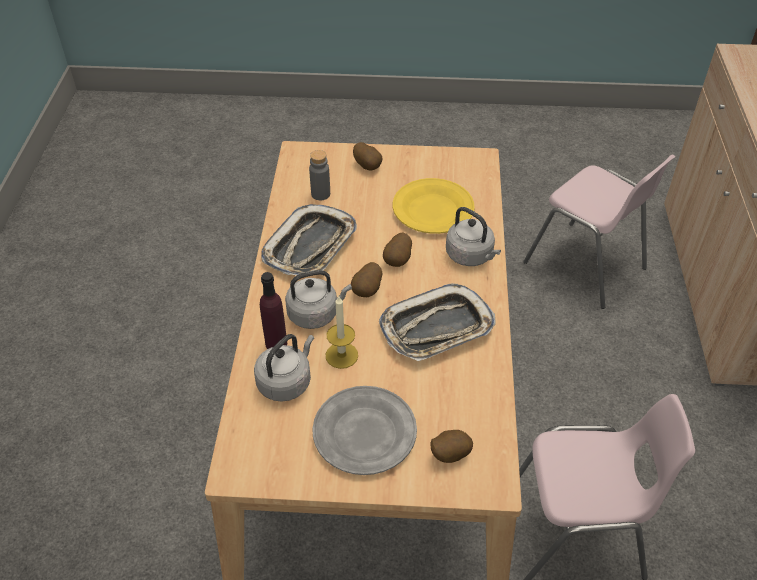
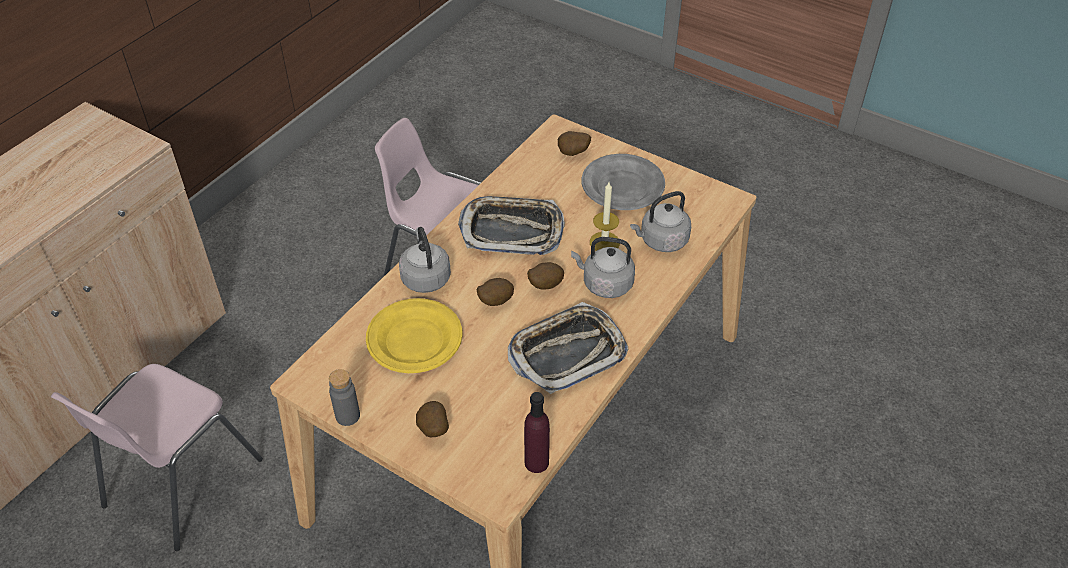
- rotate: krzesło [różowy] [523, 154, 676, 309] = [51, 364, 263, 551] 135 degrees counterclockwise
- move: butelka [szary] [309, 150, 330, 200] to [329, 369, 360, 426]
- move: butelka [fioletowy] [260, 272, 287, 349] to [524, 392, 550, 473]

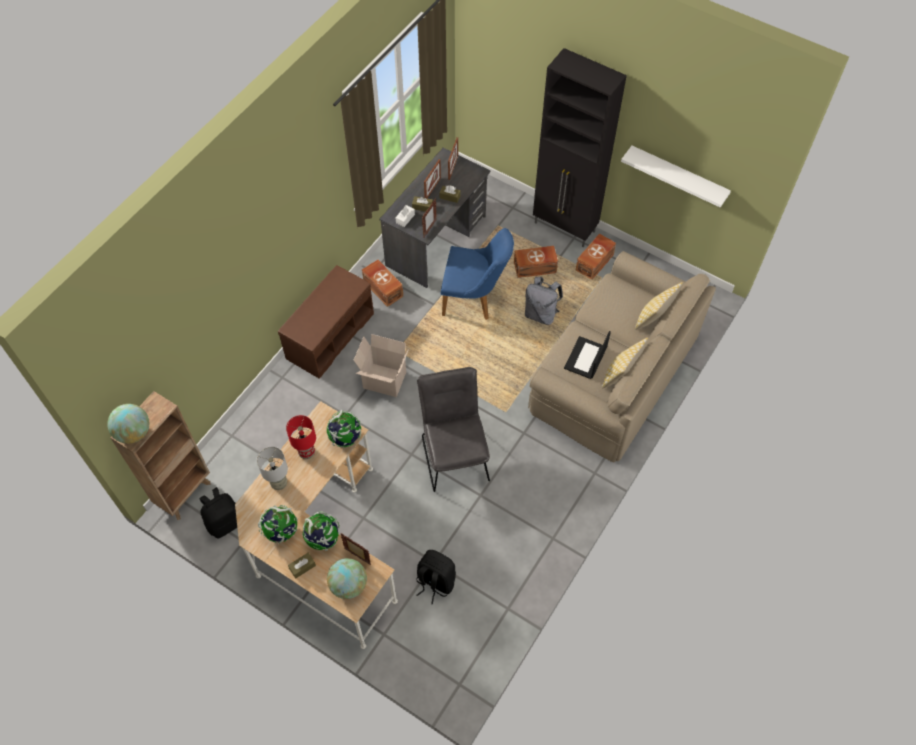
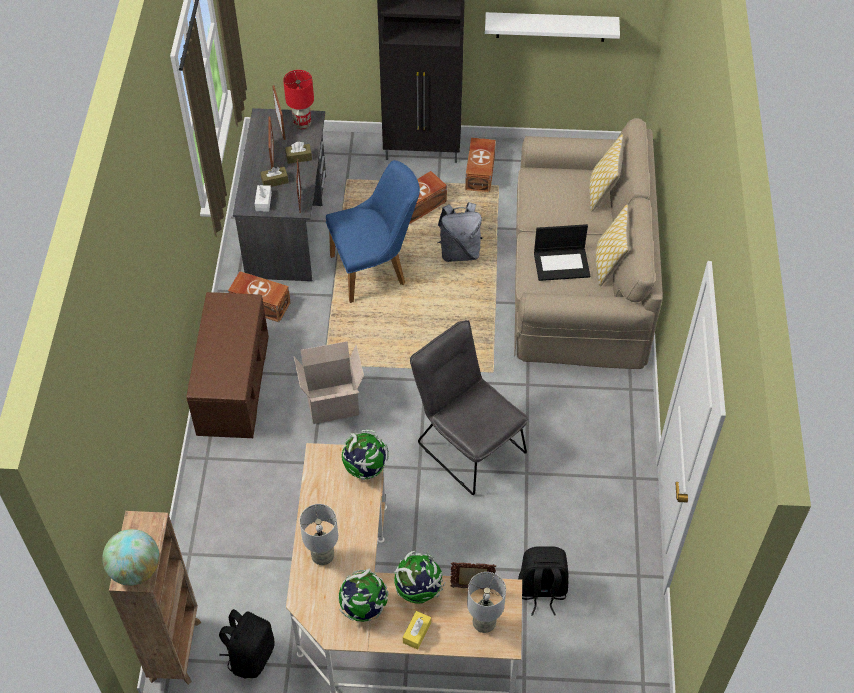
- move: lampa stołowa [czerwony] [286, 415, 316, 459] to [283, 70, 314, 129]
- recolor: pudełko chusteczek [brązowy] [288, 553, 316, 579] to pudełko chusteczek [żółty] [403, 611, 431, 650]
- replace: globus [327, 558, 367, 599] to lampa stołowa [szary] [467, 572, 506, 633]
- rotate: laptop [564, 331, 611, 379] = [534, 224, 590, 281] 90 degrees counterclockwise

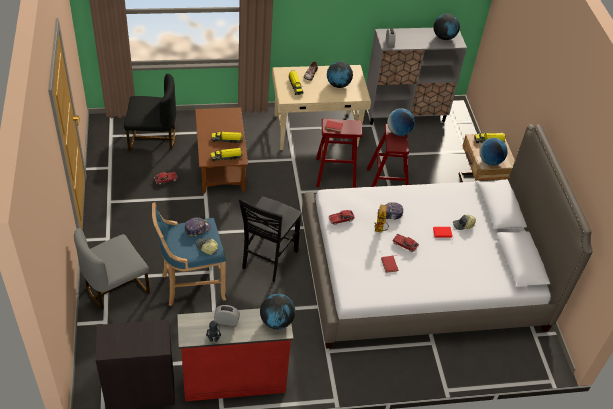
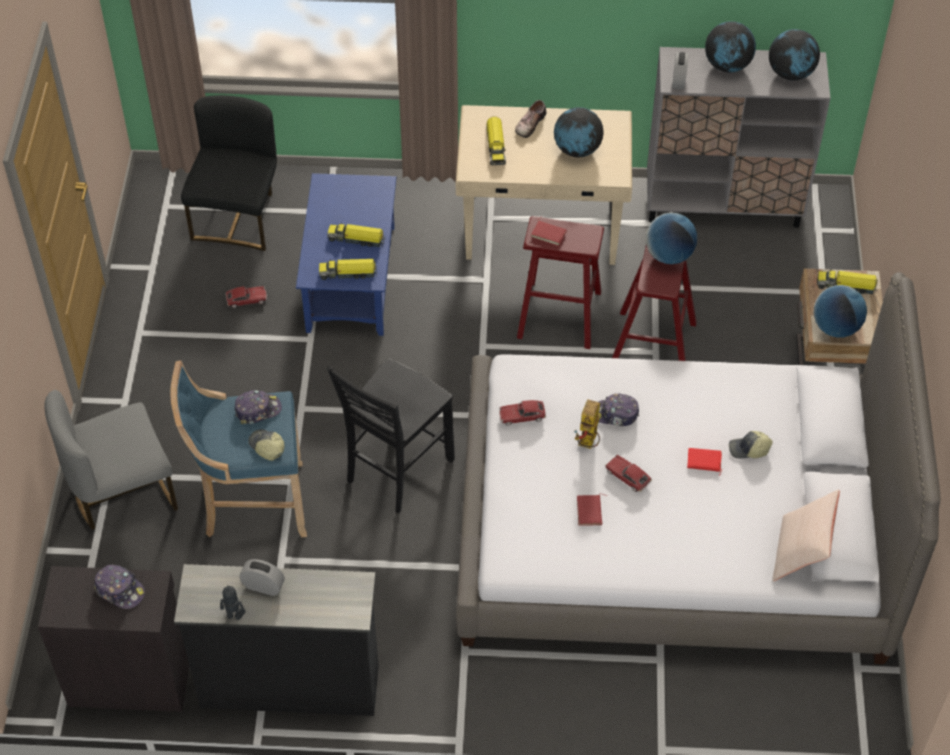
- insert: czapka z daszkiem [94, 565, 145, 609]
- recolor: komoda [czerwony] [177, 309, 294, 401] to komoda [czarny] [174, 564, 379, 716]
- rotate: krzesło [czarny] [124, 74, 176, 152] = [181, 95, 277, 251] 90 degrees counterclockwise
- recolor: ława [brązowy] [195, 107, 248, 194] to ława [niebieski] [296, 173, 396, 336]
- move: globus [260, 294, 295, 329] to [705, 21, 756, 73]
- insert: poduszka [beżowy] [772, 489, 840, 581]

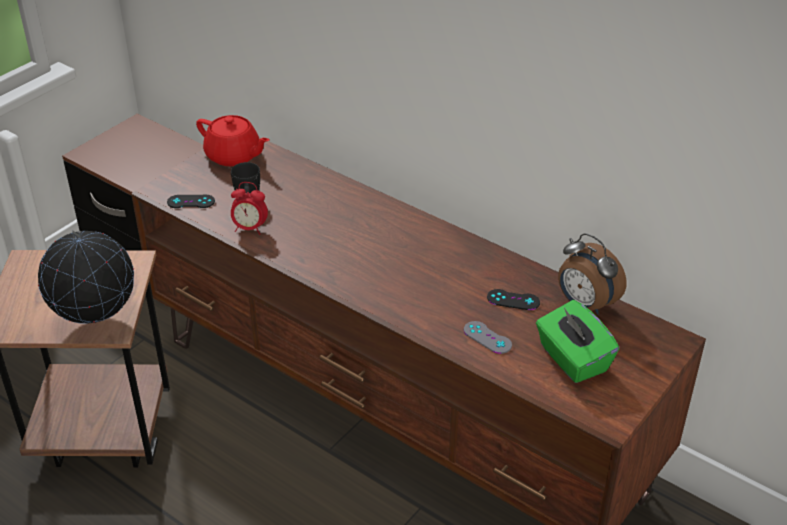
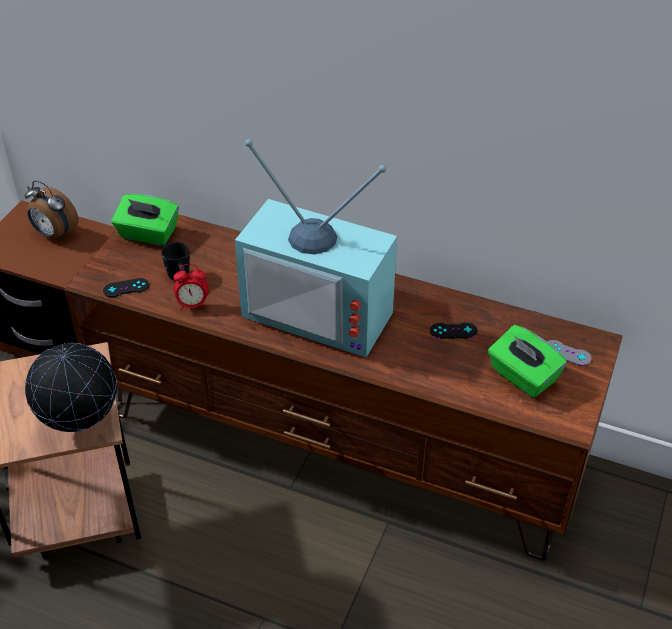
- move: budzik [558, 233, 627, 315] to [25, 180, 79, 240]
- replace: imbryk [czerwony] [196, 115, 269, 166] to pudełko chusteczek [zielony] [111, 194, 179, 246]
- insert: telewizor [235, 139, 397, 358]
- move: pad do gier [szary] [464, 321, 512, 354] to [547, 340, 591, 366]

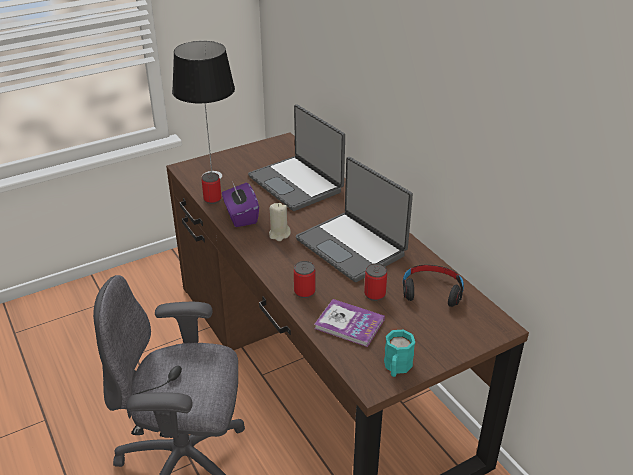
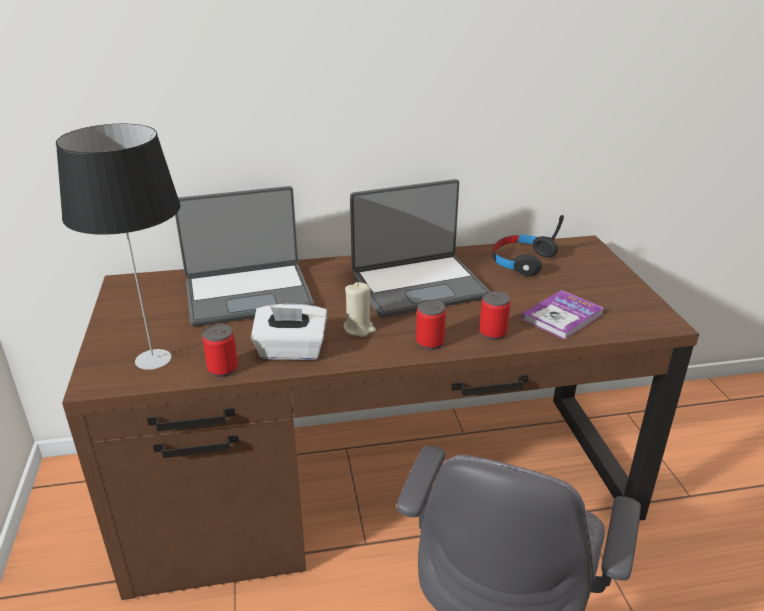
- recolor: pudełko chusteczek [fioletowy] [222, 183, 259, 227] to pudełko chusteczek [biały] [250, 304, 327, 360]
- move: puszka [364, 263, 387, 301] to [416, 300, 446, 350]
- delete: kubek [turkusowy] [384, 329, 415, 377]

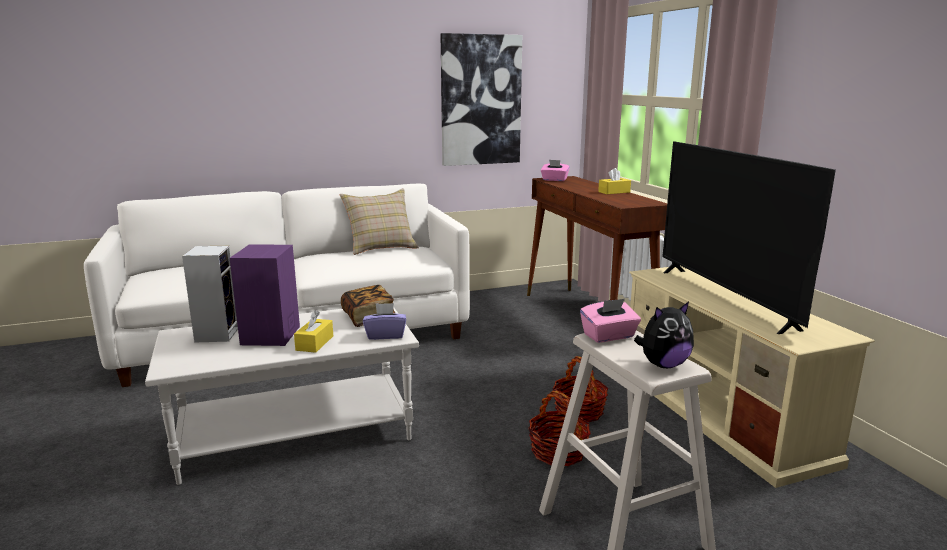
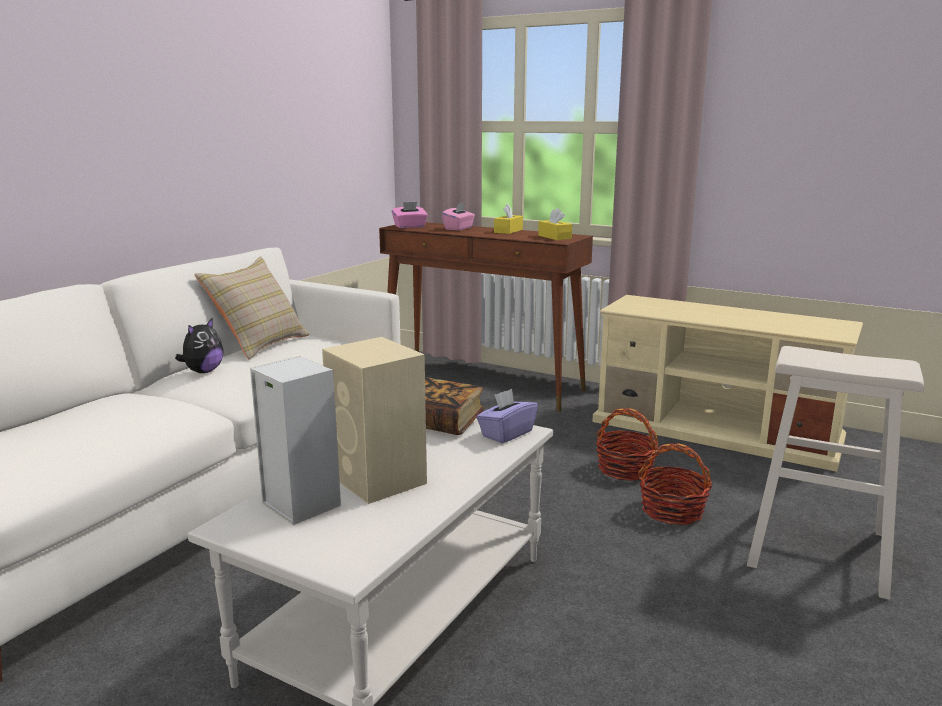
- move: pluszak [634, 302, 694, 368] to [175, 317, 224, 373]
- recolor: głośnik [fioletowy] [230, 244, 300, 346] to głośnik [beżowy] [322, 337, 427, 504]
- move: pudełko chusteczek [różowy] [580, 299, 641, 343] to [442, 203, 475, 231]
- move: pudełko chusteczek [żółty] [294, 310, 333, 353] to [538, 208, 572, 240]
- delete: obraz [440, 33, 522, 166]
- delete: telewizor [662, 142, 836, 334]

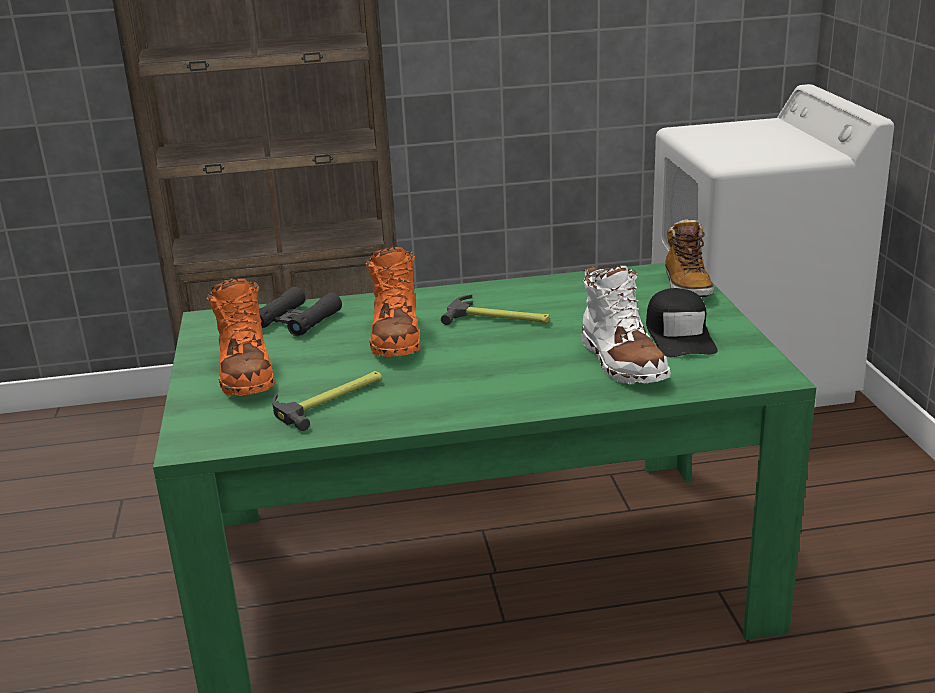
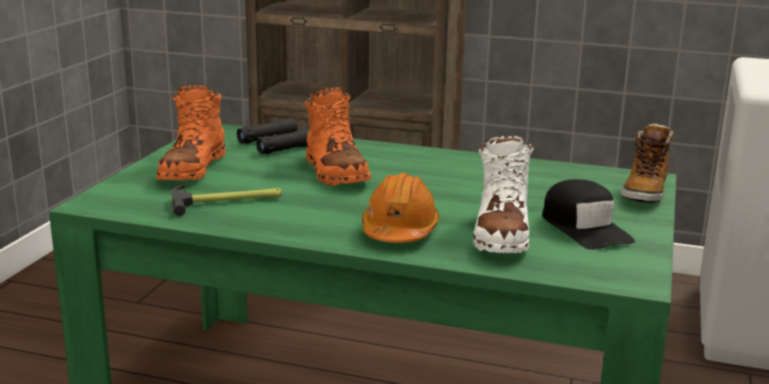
- rotate: but z cholewką [pomarańczowy] [365, 247, 421, 357] = [305, 87, 371, 185] 45 degrees counterclockwise
- insert: kask [pomarańczowy] [362, 173, 439, 243]
- rotate: czapka z daszkiem [czarny] [646, 288, 718, 357] = [542, 179, 635, 250] 45 degrees counterclockwise
- delete: młotek [441, 295, 549, 325]

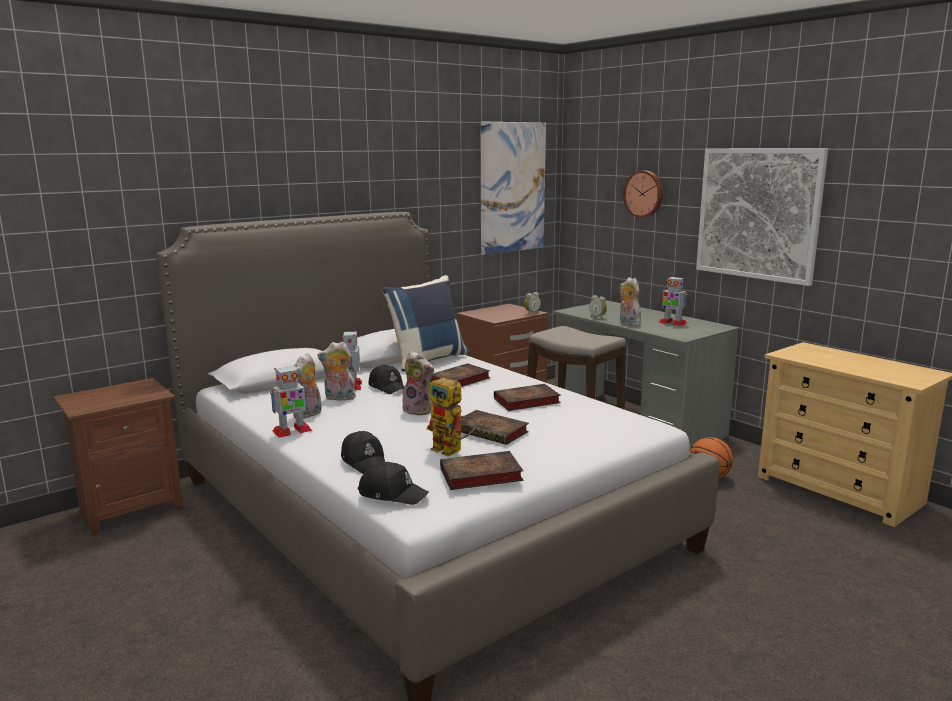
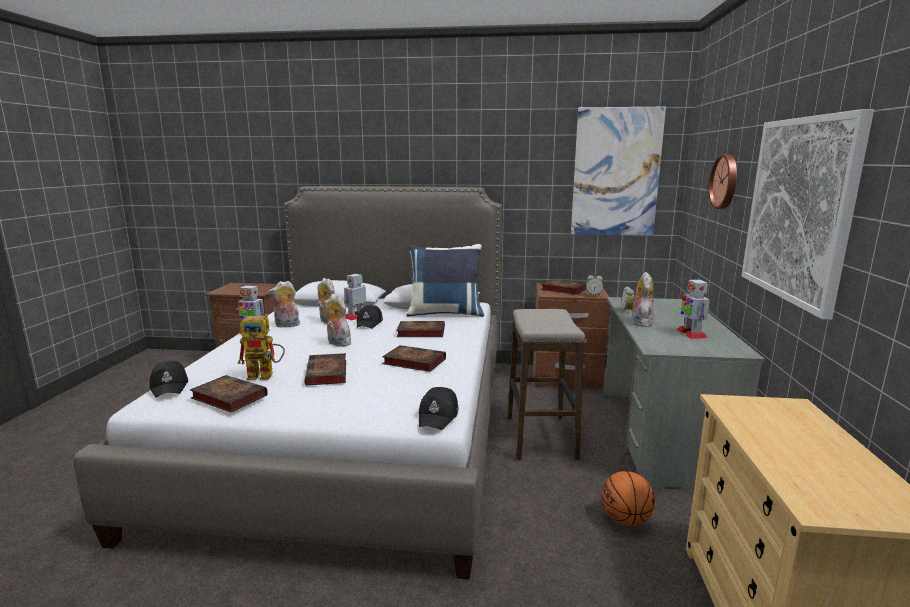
- rotate: robot zabawkowy [427, 378, 477, 457] = [238, 314, 285, 380] 90 degrees counterclockwise
- rotate: pluszak [401, 351, 434, 416] = [323, 294, 351, 346] 135 degrees clockwise
- move: czapka z daszkiem [czarny] [341, 431, 385, 473] to [419, 387, 458, 430]
- insert: książka [541, 279, 586, 295]

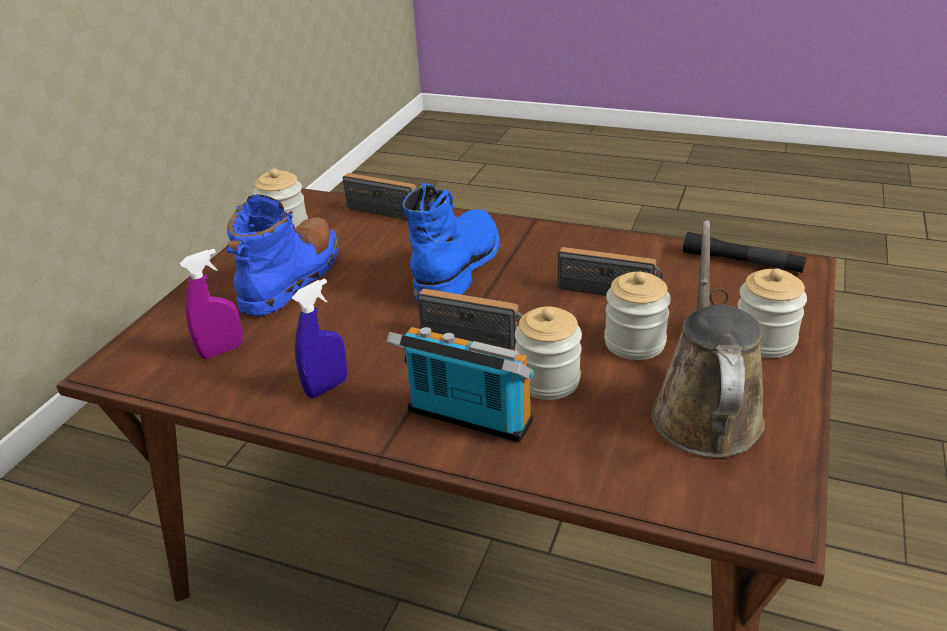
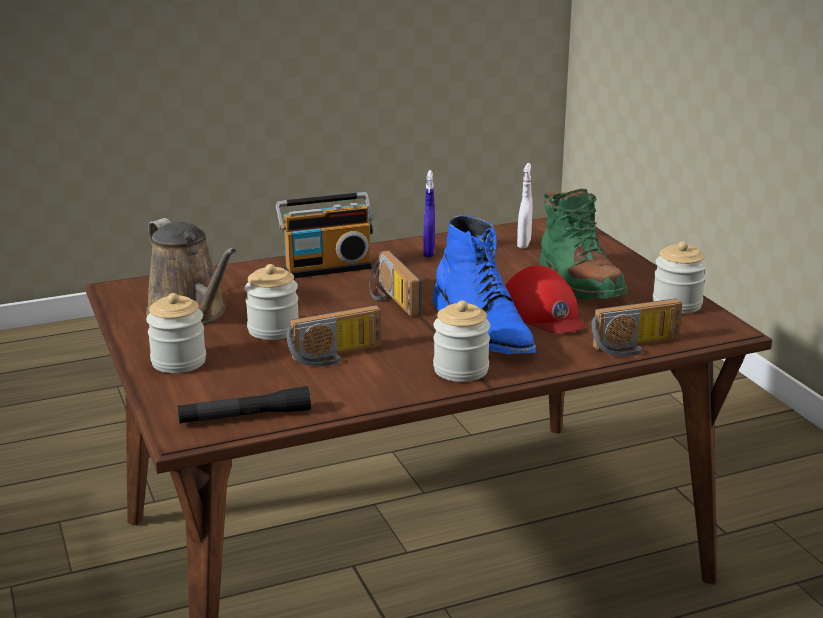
- rotate: radio [418, 289, 523, 349] = [369, 251, 422, 316] 90 degrees clockwise
- move: słoik [515, 306, 582, 400] to [433, 300, 490, 382]
- insert: czapka z daszkiem [czerwony] [505, 265, 585, 333]
- recolor: spryskiwacz [fioletowy] [180, 249, 243, 359] to spryskiwacz [biały] [517, 163, 532, 248]
- recolor: but z cholewką [niebieski] [226, 194, 339, 316] to but z cholewką [zielony] [539, 189, 627, 300]

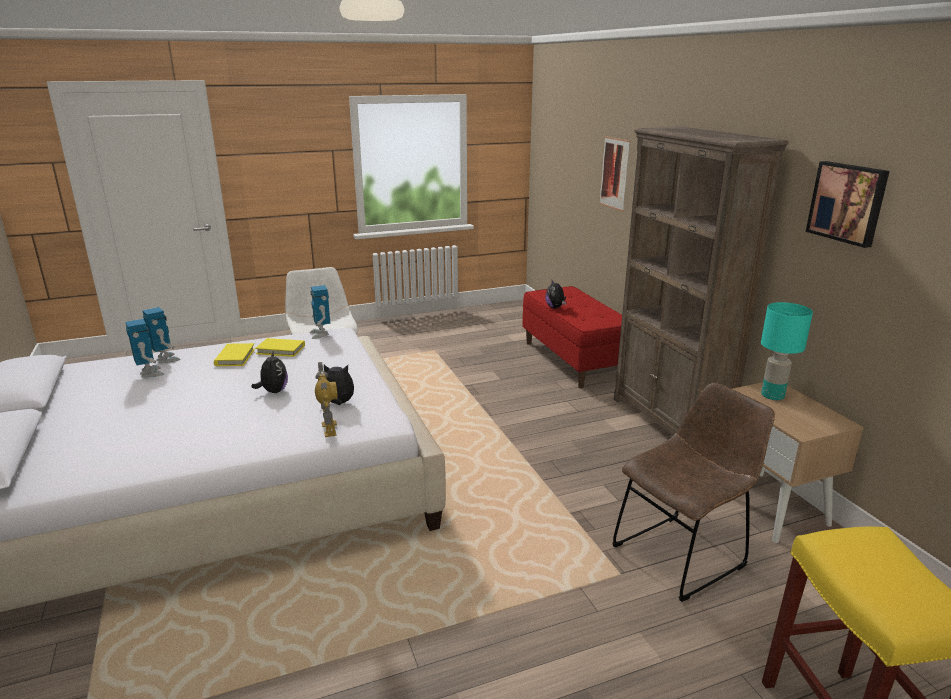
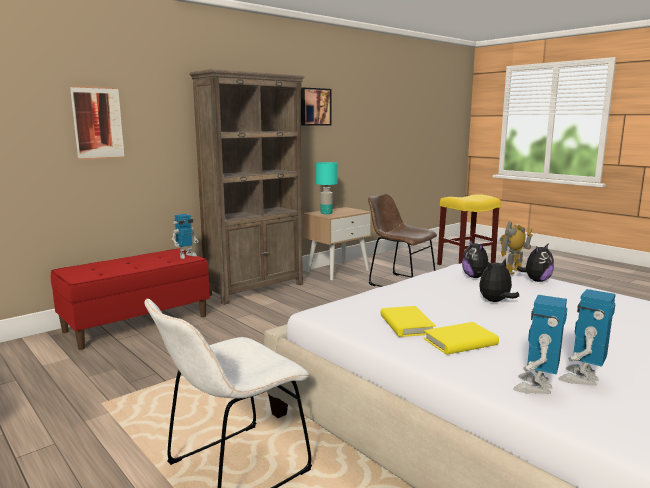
- move: robot zabawkowy [309, 285, 330, 339] to [172, 214, 199, 259]
- move: pluszak [545, 279, 566, 309] to [517, 243, 554, 282]

